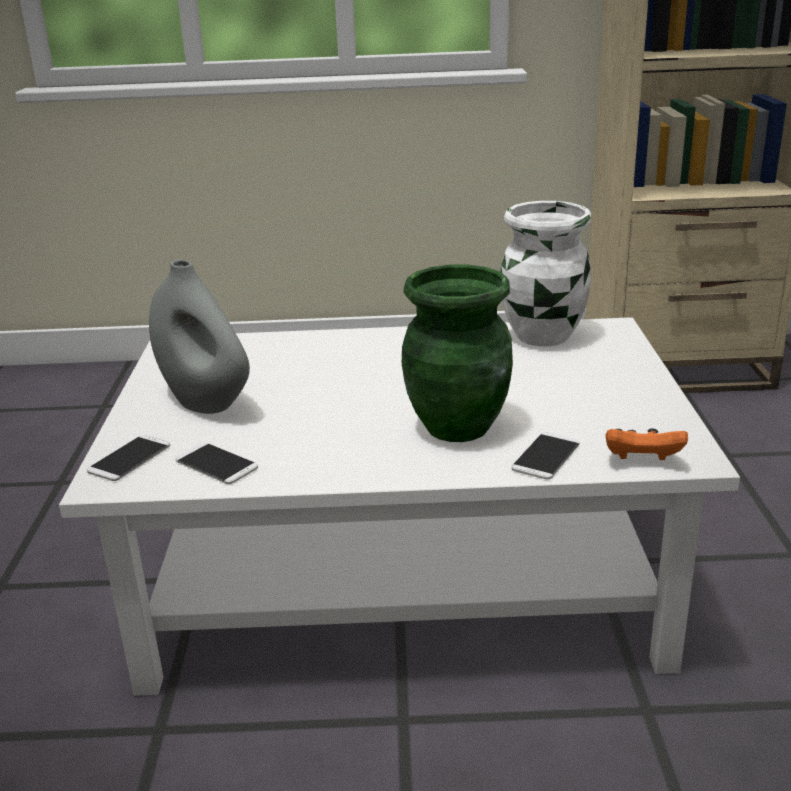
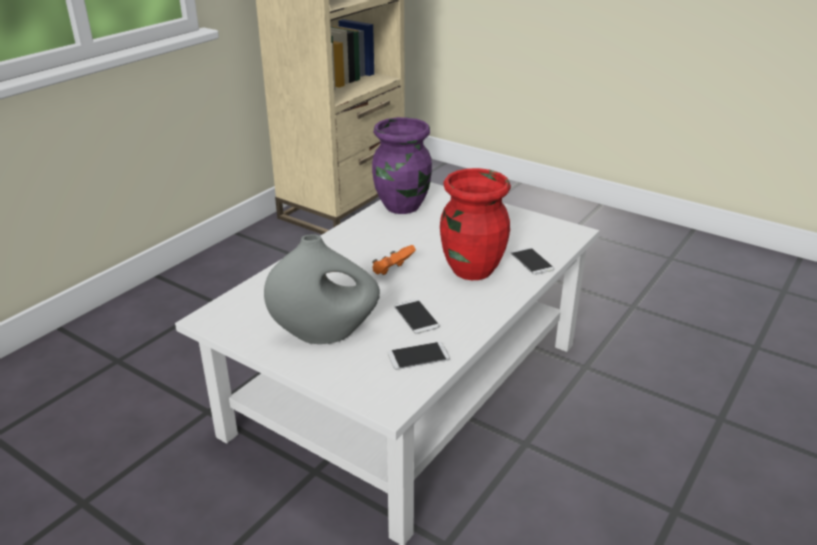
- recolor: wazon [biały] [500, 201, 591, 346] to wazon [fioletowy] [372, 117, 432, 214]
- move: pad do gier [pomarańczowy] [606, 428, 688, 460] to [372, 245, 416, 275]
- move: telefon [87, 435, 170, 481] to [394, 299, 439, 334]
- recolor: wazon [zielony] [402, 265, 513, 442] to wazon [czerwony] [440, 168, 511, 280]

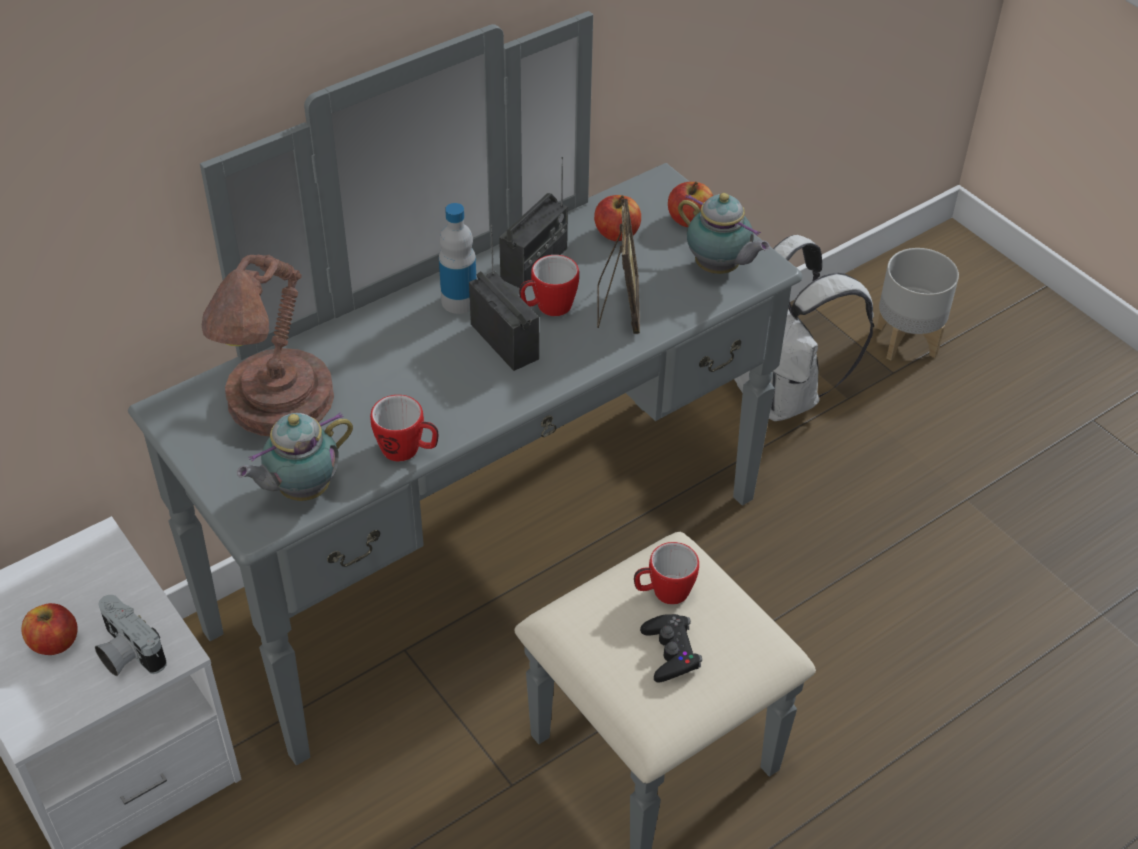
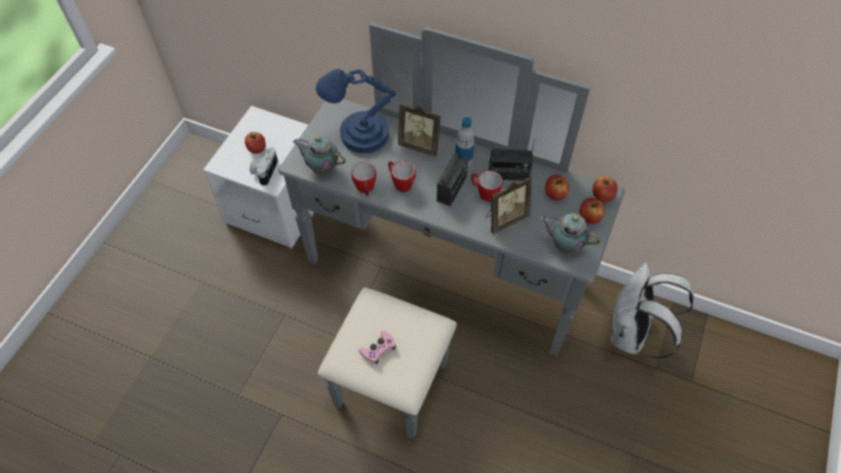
- recolor: lampa stołowa [brązowy] [202, 255, 334, 436] to lampa stołowa [niebieski] [316, 69, 396, 154]
- recolor: pad do gier [czarny] [640, 614, 702, 683] to pad do gier [różowy] [359, 330, 396, 364]
- move: kubek [634, 542, 699, 604] to [388, 161, 416, 192]
- insert: ramka na zdjęcie [398, 103, 441, 157]
- rotate: imbryk [678, 193, 770, 274] = [541, 213, 600, 254] 105 degrees clockwise
- insert: jabłko [592, 176, 618, 202]
- delete: donica [szary] [876, 248, 959, 360]

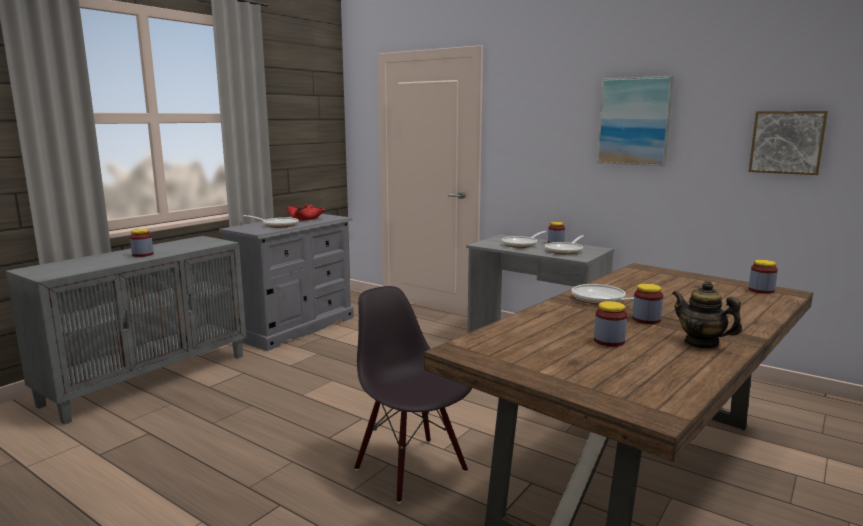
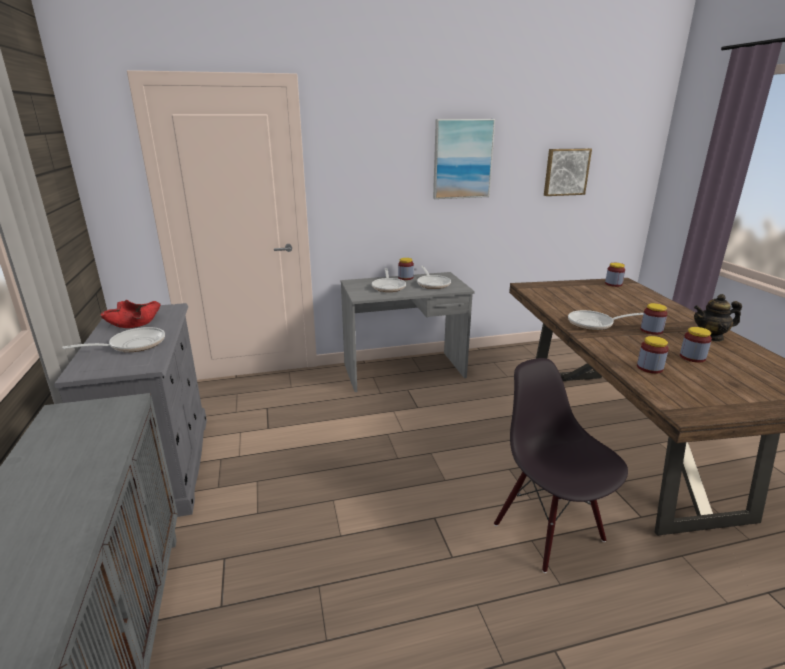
- rotate: krzesło [czarny] [354, 286, 472, 503] = [494, 358, 628, 573] 60 degrees clockwise
- move: słoik [130, 229, 154, 257] to [637, 336, 669, 374]

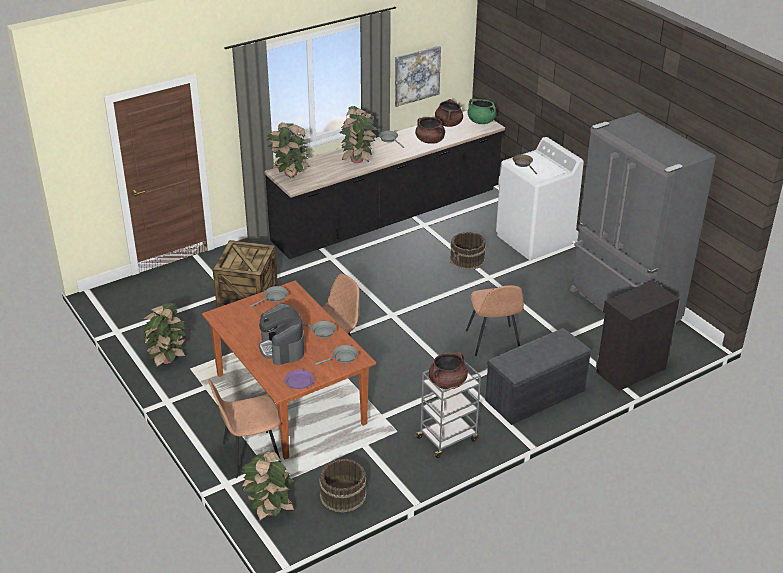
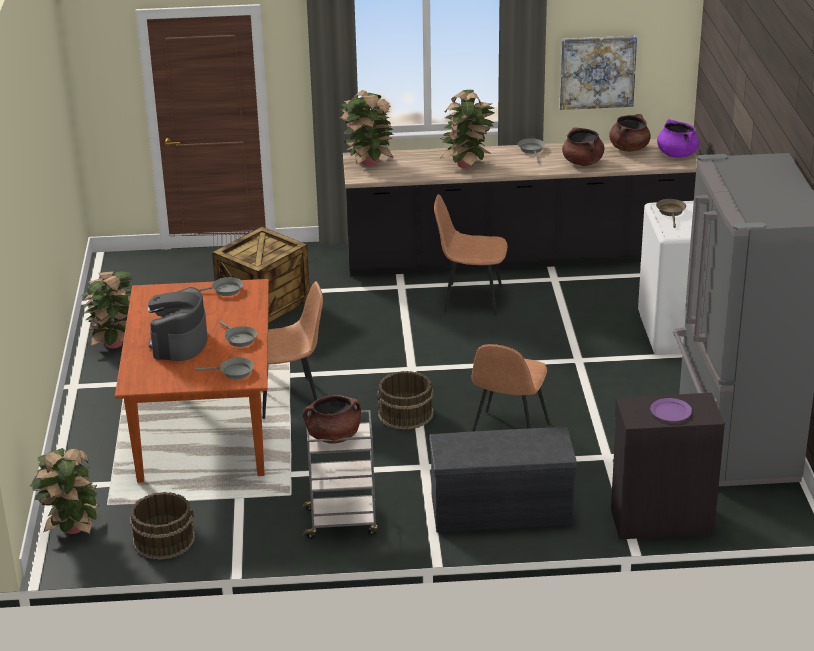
- move: wiadro [brązowy] [450, 232, 486, 270] to [377, 371, 434, 430]
- move: krzesło [brązowy] [208, 379, 281, 478] to [434, 194, 507, 316]
- move: talerz [fioletowy] [284, 370, 314, 389] to [650, 398, 692, 421]
- recolor: garnek [zielony] [468, 99, 497, 124] to garnek [fioletowy] [657, 119, 699, 158]

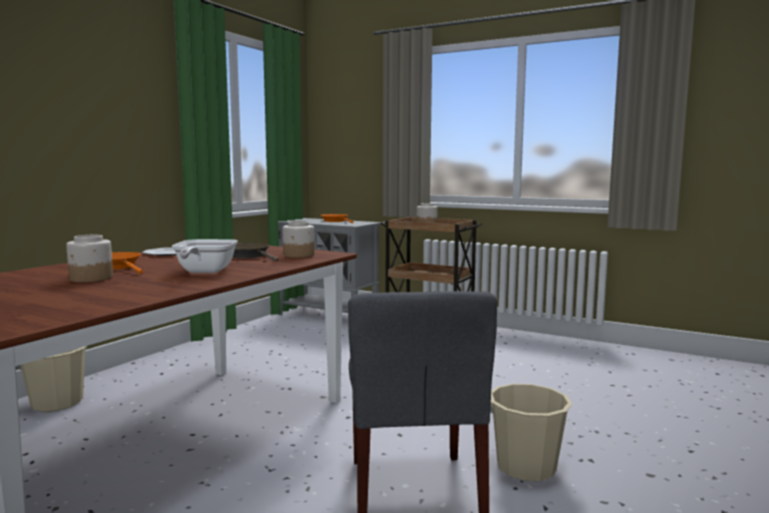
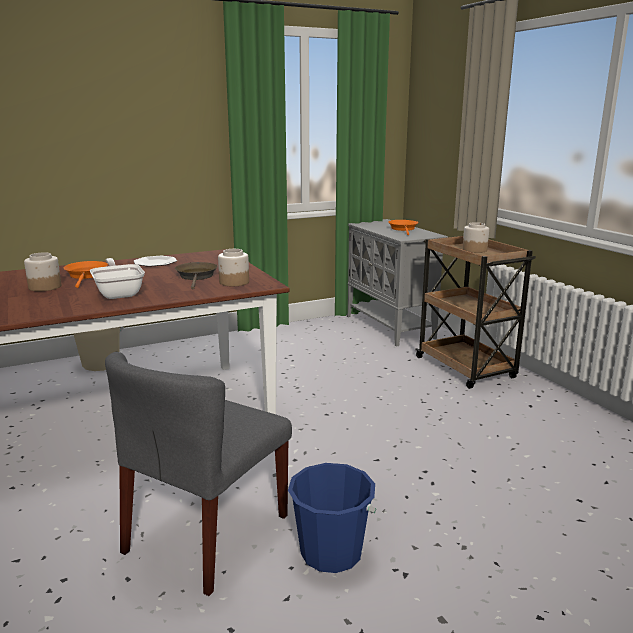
- rotate: patelnia [172, 239, 238, 273] = [90, 258, 145, 299] 120 degrees clockwise
- recolor: wiadro [beżowy] [490, 384, 572, 481] to wiadro [niebieski] [288, 463, 376, 573]

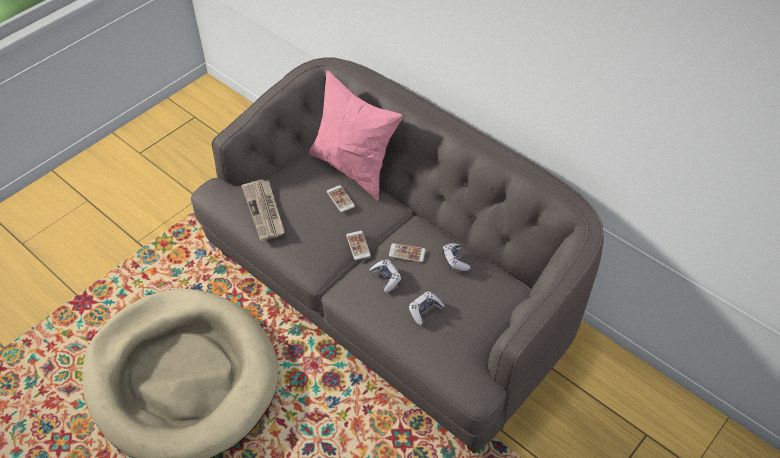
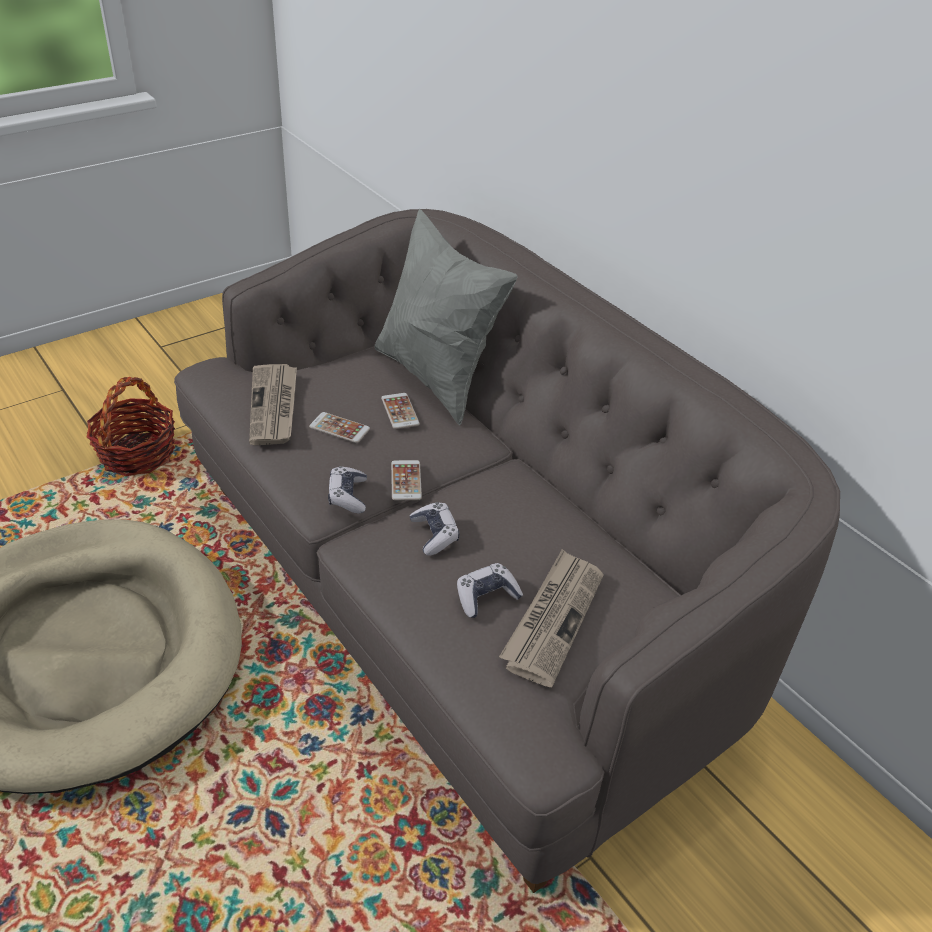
- insert: koszyk [87, 377, 175, 476]
- move: telefon [389, 243, 426, 262] to [309, 412, 370, 443]
- move: pad do gier [442, 243, 470, 271] to [328, 466, 367, 514]
- recolor: poduszka [różowy] [309, 70, 402, 201] to poduszka [szary] [374, 209, 518, 425]
- insert: gazeta [499, 549, 604, 687]

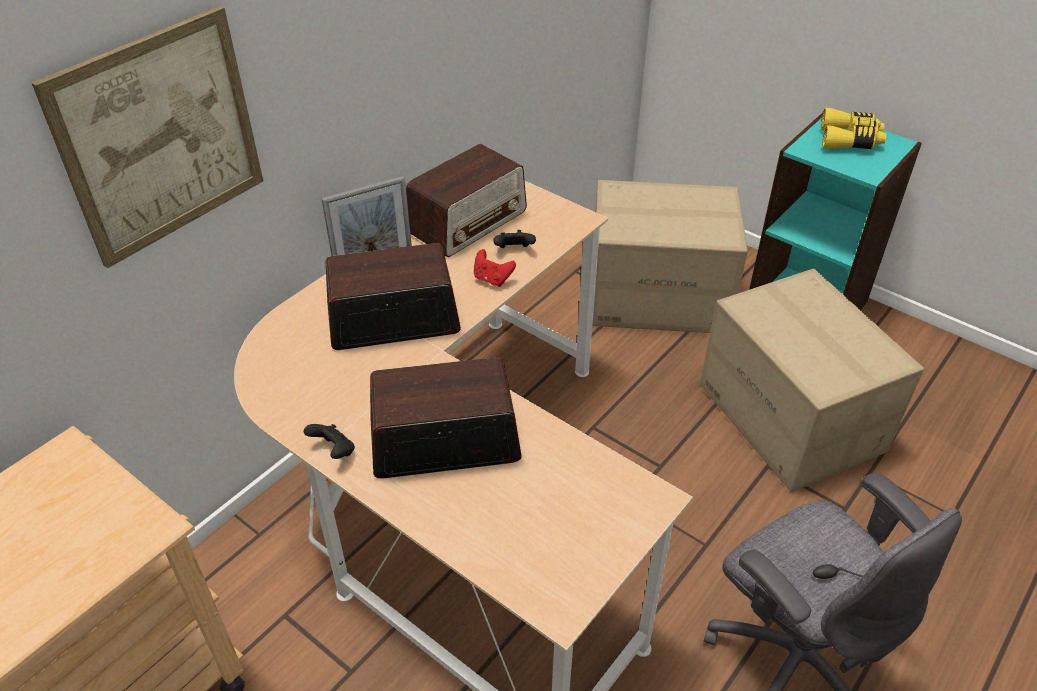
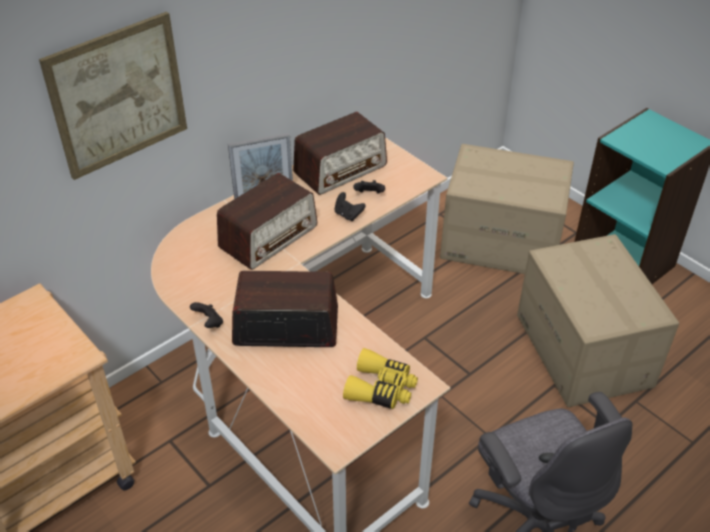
- rotate: radio [326, 243, 461, 350] = [217, 173, 317, 270] 135 degrees clockwise
- recolor: pad do gier [czerwony] [474, 249, 516, 287] to pad do gier [czarny] [335, 192, 366, 221]
- move: lornetka [żółty] [821, 108, 886, 149] to [343, 348, 418, 409]

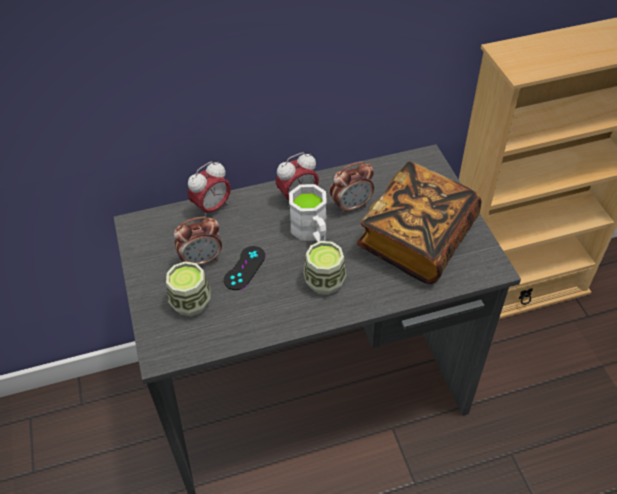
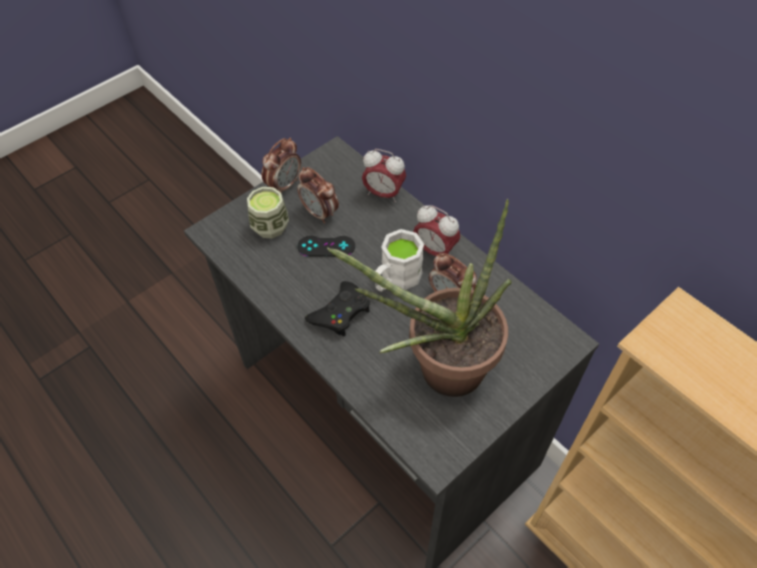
- insert: budzik [262, 138, 301, 193]
- replace: filiżanka [304, 241, 346, 295] to pad do gier [czarny] [305, 281, 370, 337]
- replace: książka [357, 161, 481, 284] to roślina doniczkowa [327, 199, 512, 397]

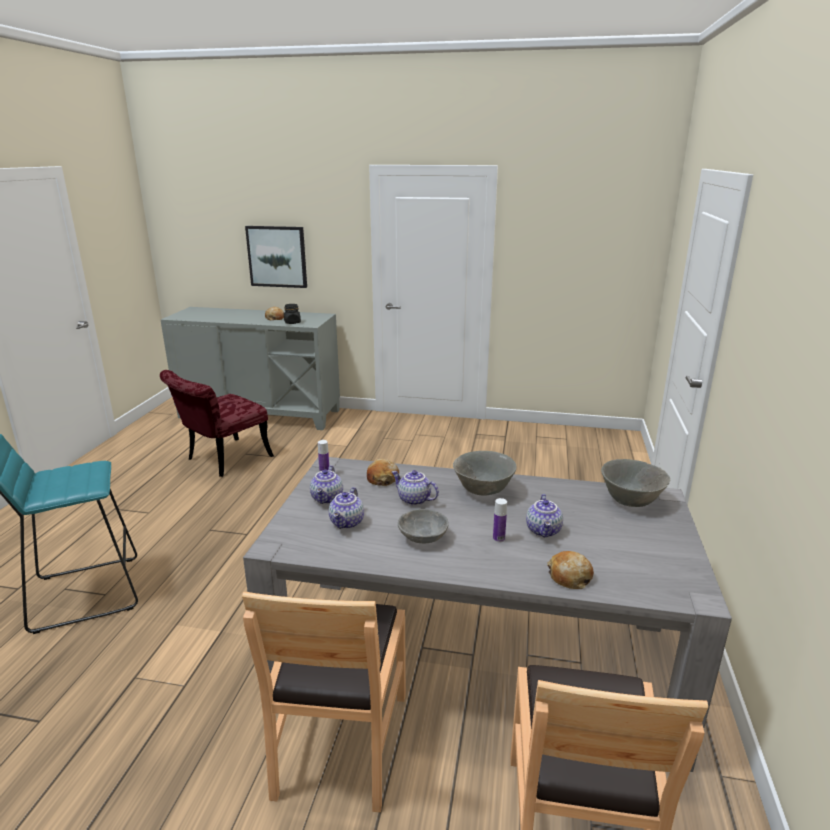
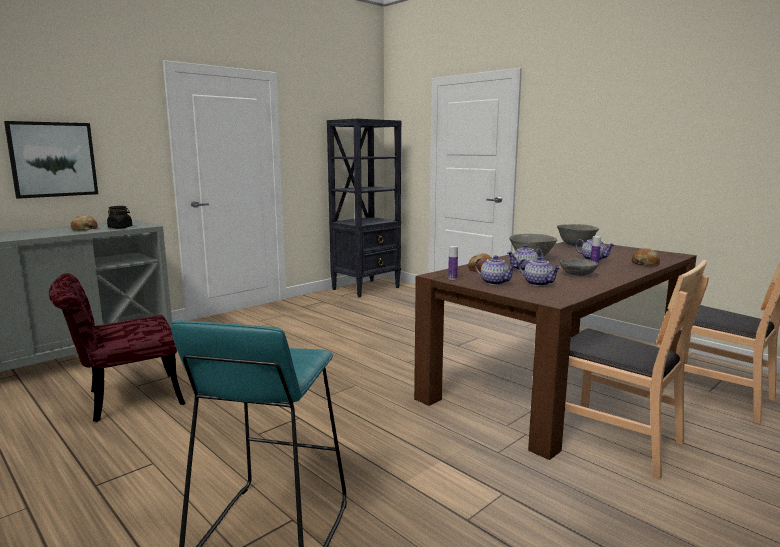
- rotate: krzesło [czerwony] [160, 370, 274, 477] = [49, 273, 185, 422] 75 degrees clockwise
- insert: regał [czarny] [327, 119, 402, 298]
- recolor: stół jadalny [szary] [243, 457, 732, 772] to stół jadalny [brązowy] [414, 242, 697, 460]

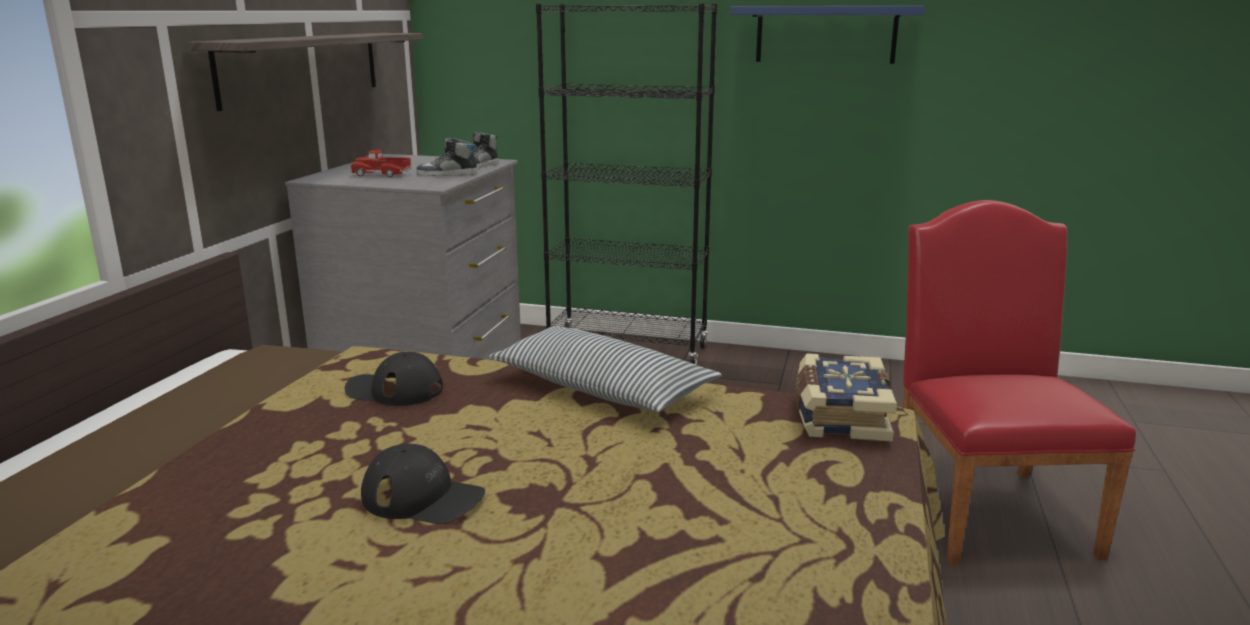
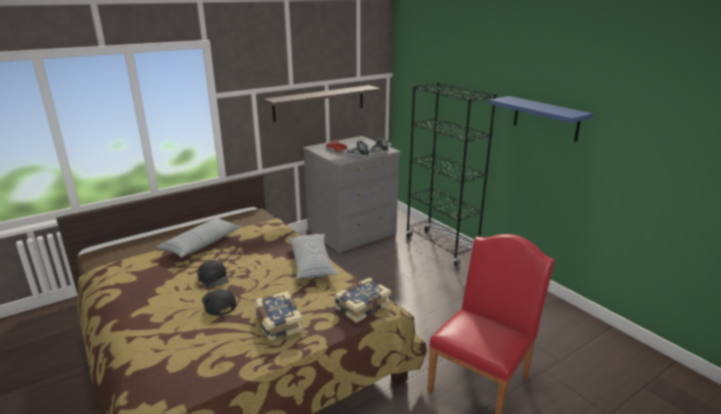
- insert: poduszka [157, 218, 241, 258]
- move: czapka z daszkiem [czarny] [345, 352, 443, 406] to [202, 289, 236, 316]
- insert: książka [254, 291, 304, 341]

